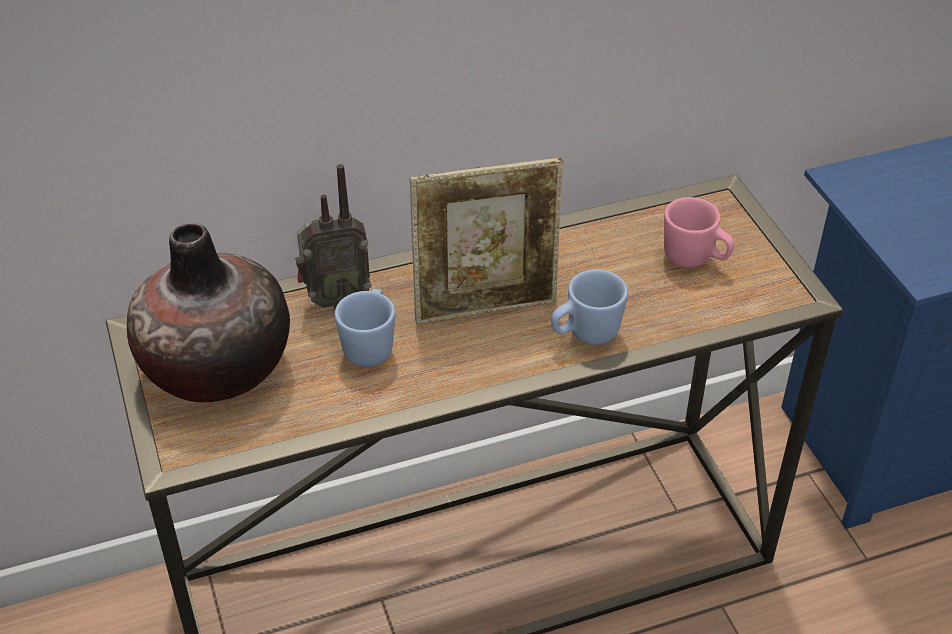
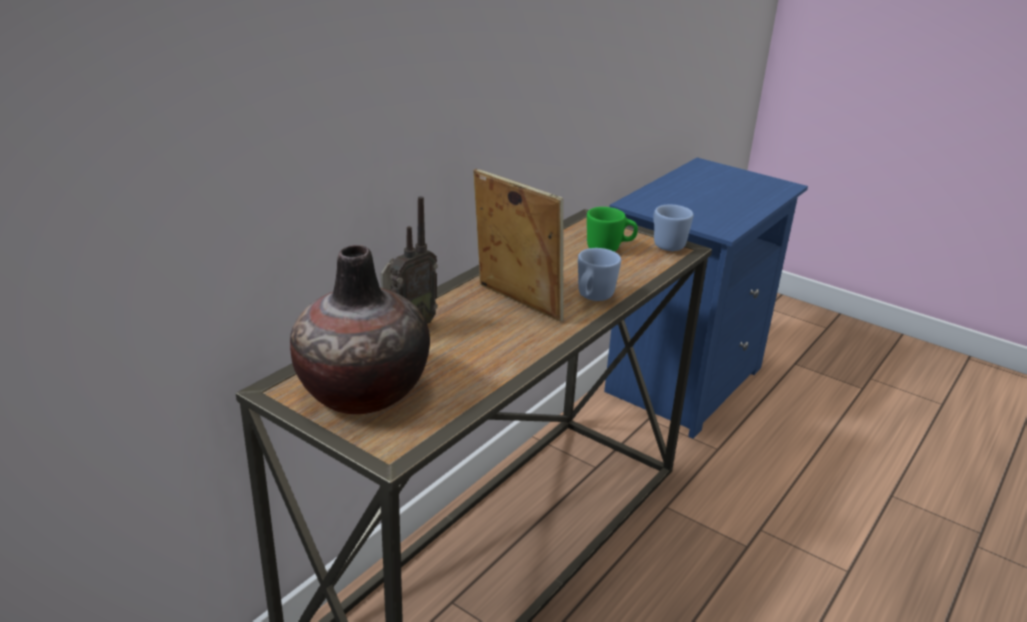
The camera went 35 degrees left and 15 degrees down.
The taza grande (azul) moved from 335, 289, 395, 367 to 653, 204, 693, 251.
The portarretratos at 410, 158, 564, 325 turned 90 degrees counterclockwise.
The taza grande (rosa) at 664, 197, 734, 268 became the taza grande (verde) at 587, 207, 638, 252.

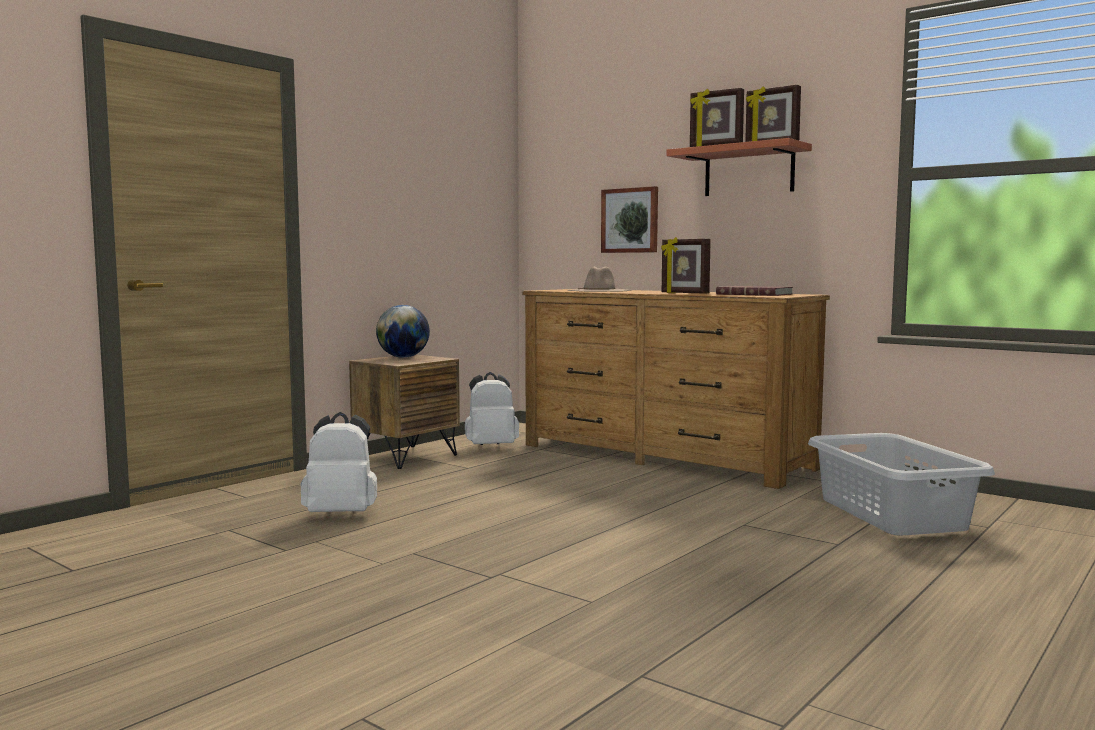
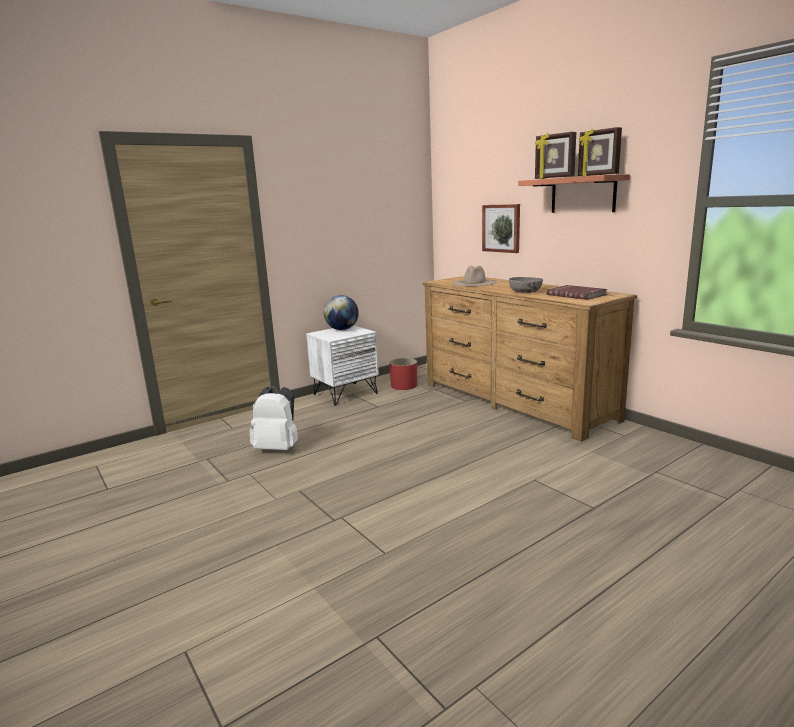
The camera went 15 degrees right and 10 degrees up.
The mesita de noche (marrón) at 349, 355, 460, 469 became the mesita de noche (blanco) at 306, 325, 379, 406.
The mochila (blanco) at 465, 372, 519, 445 was replaced by the maceta (rojo) at 389, 358, 417, 390.
The portarretratos at 661, 237, 711, 294 was replaced by the cuenco (gris) at 509, 277, 543, 293.
The cesto de la ropa (gris) at 808, 433, 995, 536 disappeared.

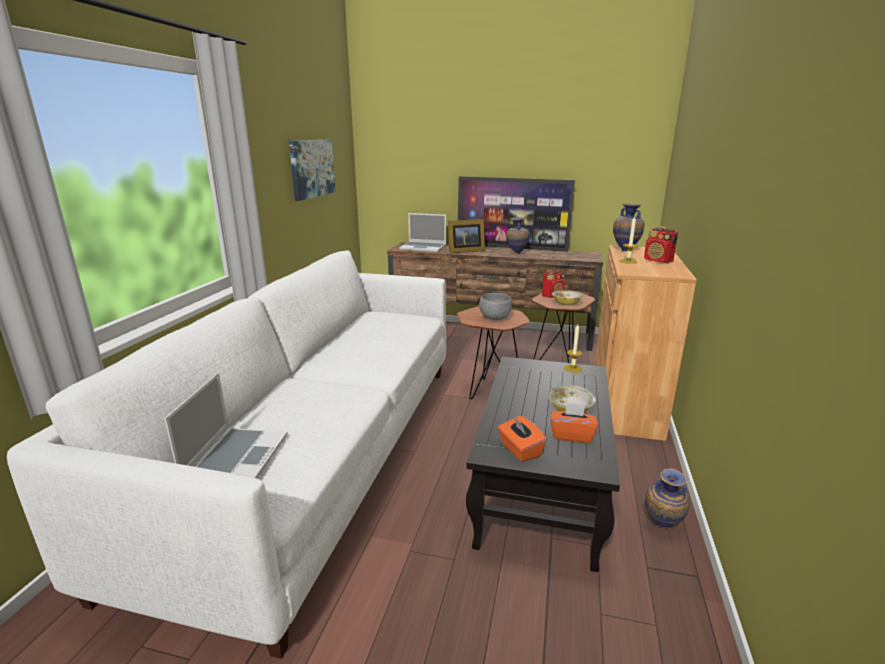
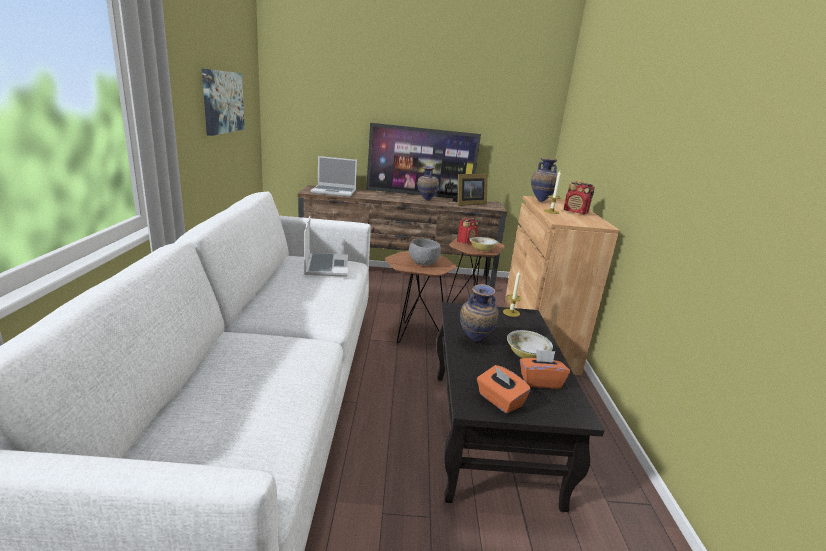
The camera went 15 degrees left and 0 degrees up.
The portátil moved from 164, 373, 287, 478 to 304, 216, 348, 276.
The portarretratos moved from 448, 219, 485, 253 to 452, 174, 488, 206.
The florero moved from 645, 468, 690, 527 to 460, 284, 498, 341.

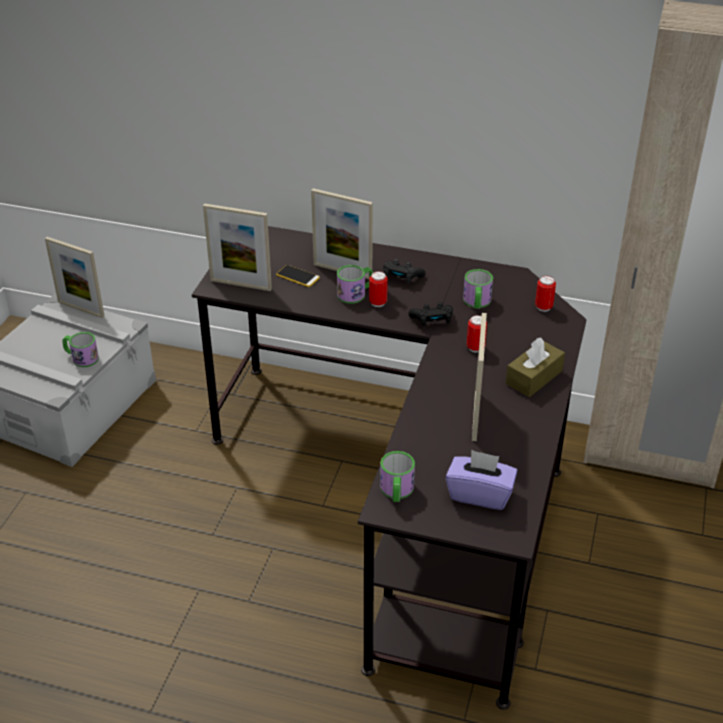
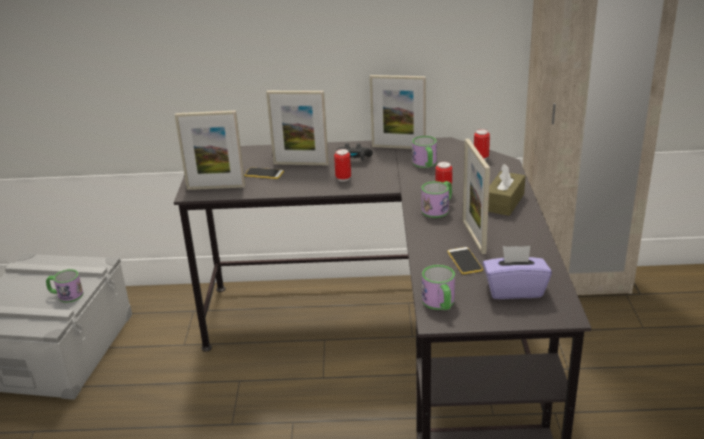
The camera went 15 degrees left and 10 degrees down.
The portarretratos moved from 45, 237, 104, 318 to 370, 75, 426, 149.
The taza grande moved from 337, 265, 373, 304 to 421, 181, 452, 218.
The mando de consola (negro) at 408, 302, 453, 327 disappeared.
The móvil at 447, 247, 483, 274 appeared.

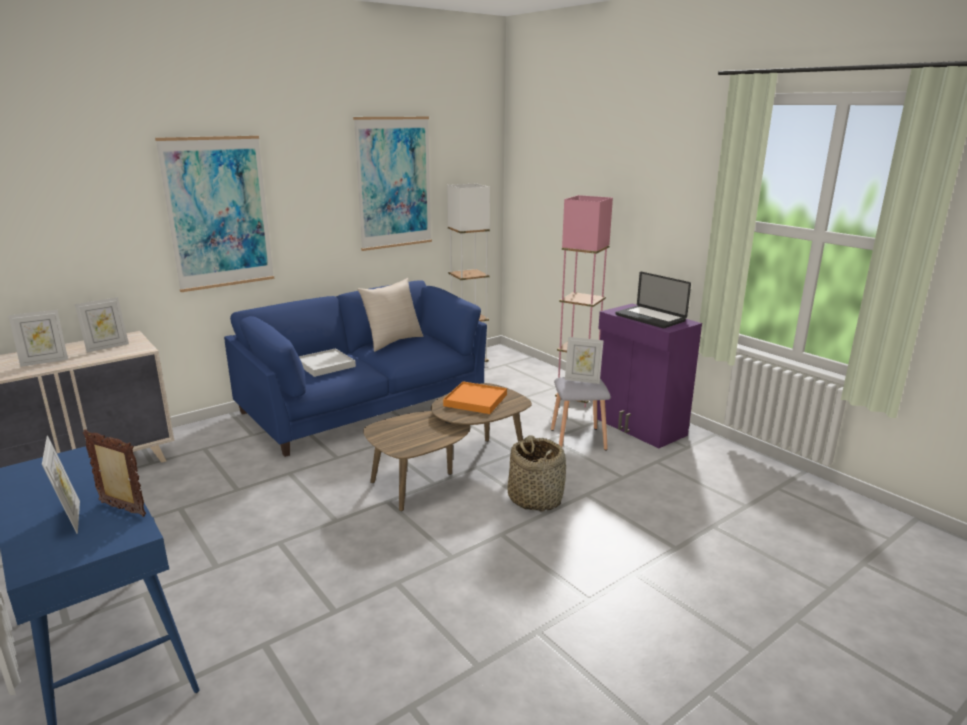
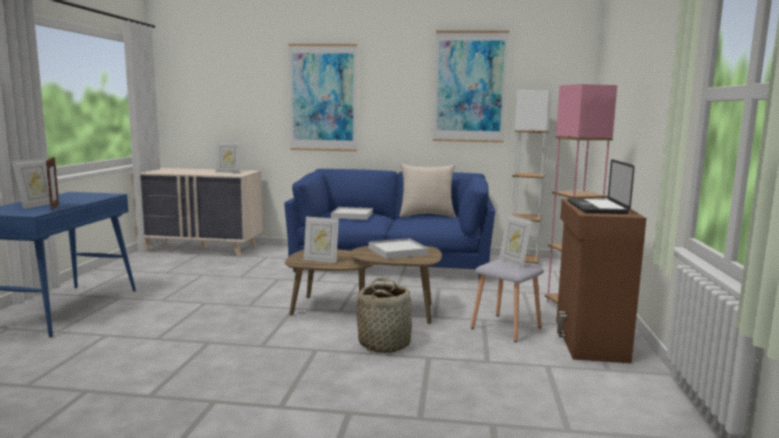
The camera went 45 degrees right and 10 degrees down.
The portarretratos moved from 8, 310, 68, 367 to 304, 216, 339, 263.
The bandeja (naranja) at 443, 381, 507, 414 became the bandeja (blanco) at 369, 238, 429, 259.
The armario (morado) at 597, 303, 702, 448 became the armario (marrón) at 556, 199, 647, 364.

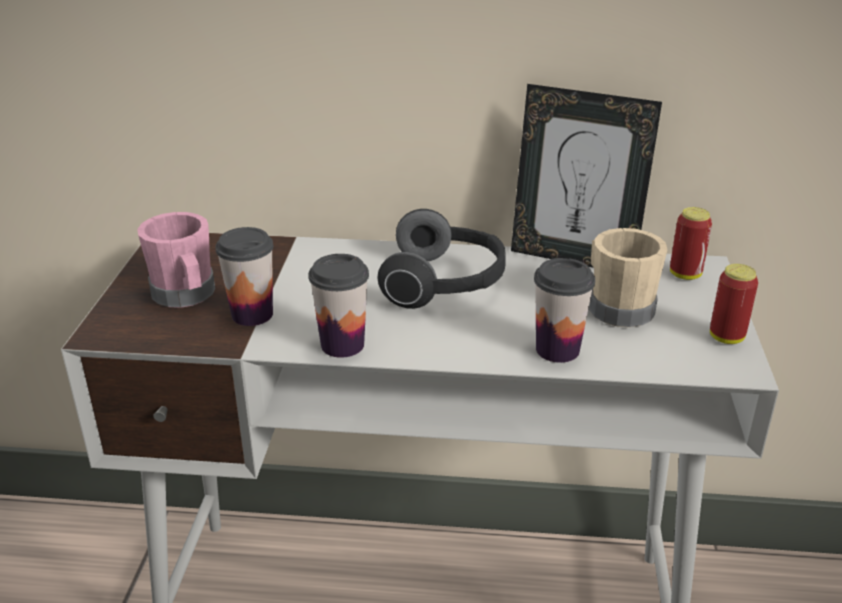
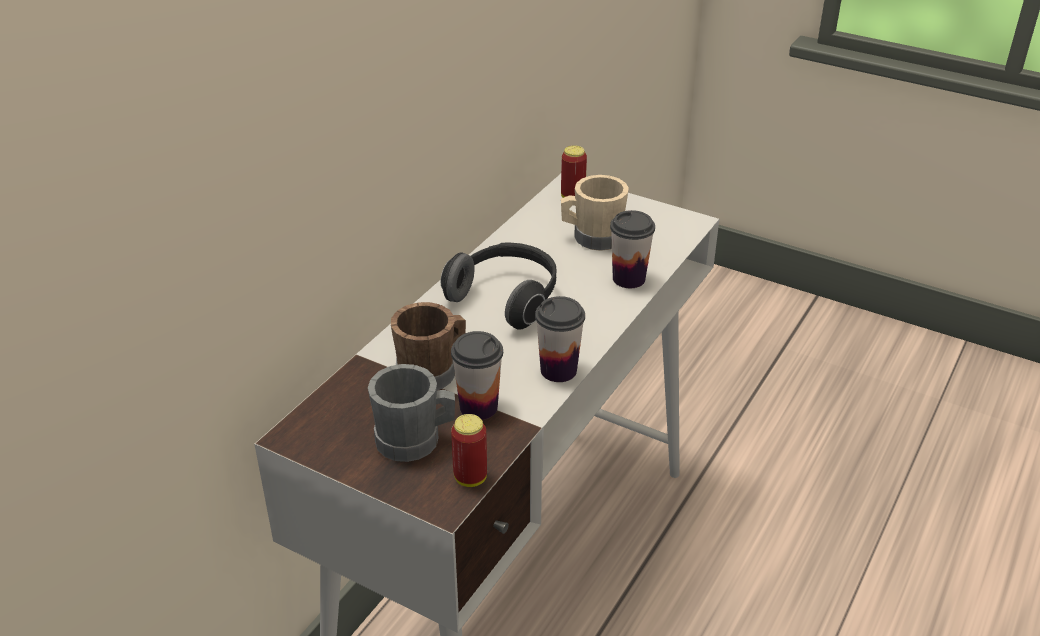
The camera went 65 degrees left and 5 degrees up.
The taza grande (rosa) at 137, 212, 215, 308 became the taza grande (gris) at 368, 364, 455, 462.
The portarretratos at 511, 84, 662, 268 disappeared.
The lata moved from 710, 264, 758, 344 to 451, 414, 487, 487.
The taza grande (marrón) at 391, 302, 466, 390 appeared.

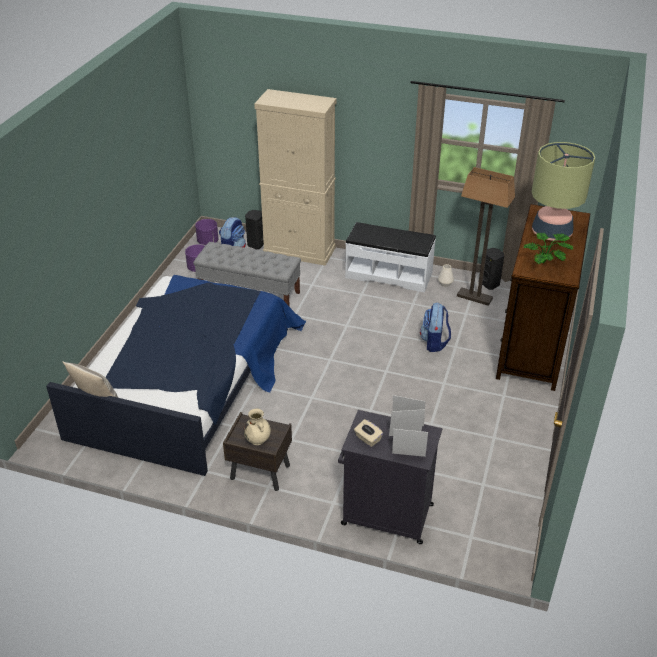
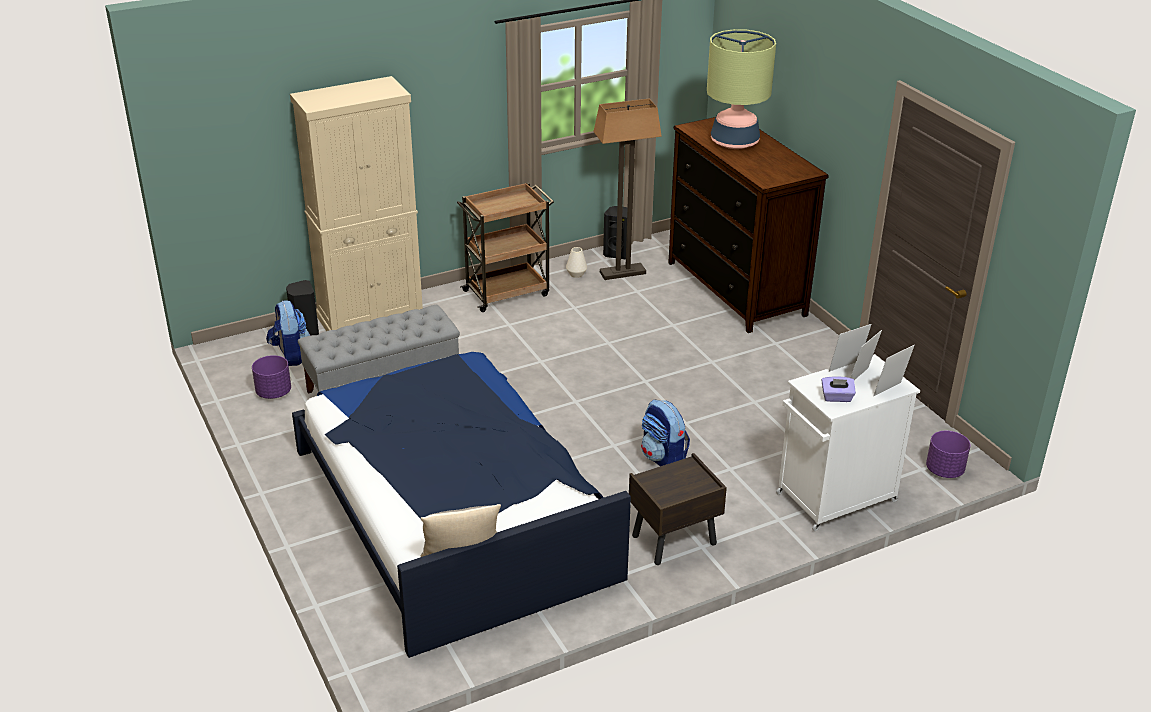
The camera went 45 degrees left and 5 degrees down.
The maceta (morado) moved from 195, 219, 219, 245 to 926, 431, 971, 478.
The florero (beis) at 244, 408, 271, 445 disappeared.
The armario (negro) at 338, 410, 442, 544 became the armario (blanco) at 776, 354, 920, 531.
The banco (blanco) at 345, 222, 436, 293 was replaced by the carrito (marrón) at 457, 183, 554, 312.
The caja de pañuelos (beis) at 354, 419, 383, 447 became the caja de pañuelos (morado) at 821, 376, 856, 402.
The mochila moved from 420, 303, 451, 352 to 641, 399, 690, 466.
The planta en maceta at 523, 232, 573, 264 disappeared.

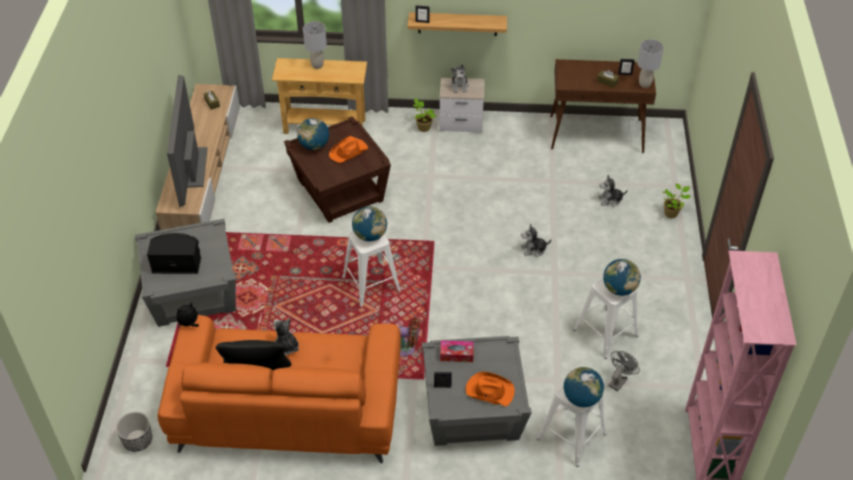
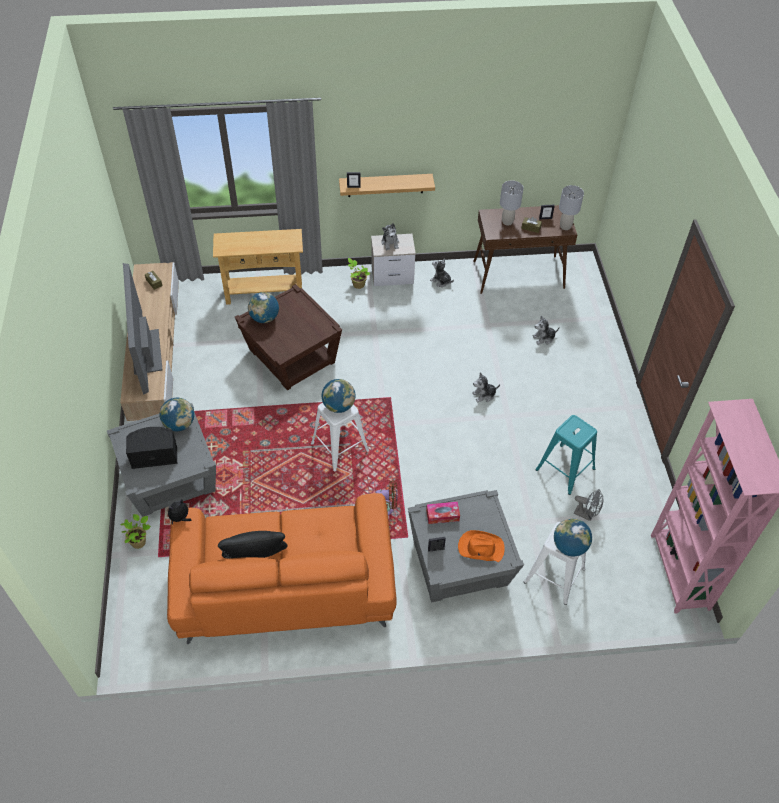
The camera went 10 degrees left and 5 degrees up.
The maceta at 116, 412, 152, 452 disappeared.
The peluche moved from 273, 317, 299, 355 to 430, 258, 454, 287.
The lámpara de mesa (gris) moved from 303, 21, 327, 69 to 500, 181, 524, 226.
The sombrero (naranja) at 329, 136, 368, 163 disappeared.
The taburete (blanco) at 573, 278, 639, 359 became the taburete (turquesa) at 535, 415, 597, 495.
The globo terráqueo moved from 603, 259, 641, 296 to 160, 398, 194, 431.
The ventilador (gris) at 608, 351, 640, 391 turned 90 degrees clockwise.
The planta en maceta moved from 663, 184, 691, 218 to 120, 514, 151, 549.

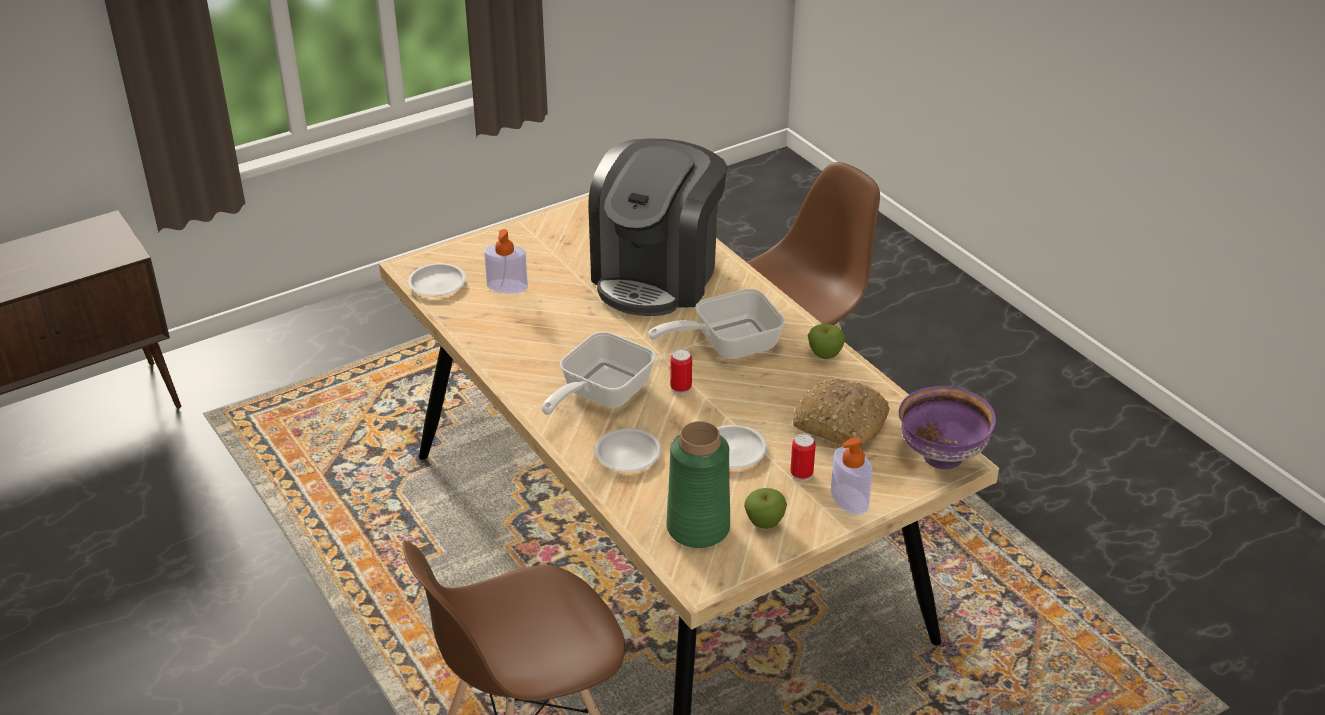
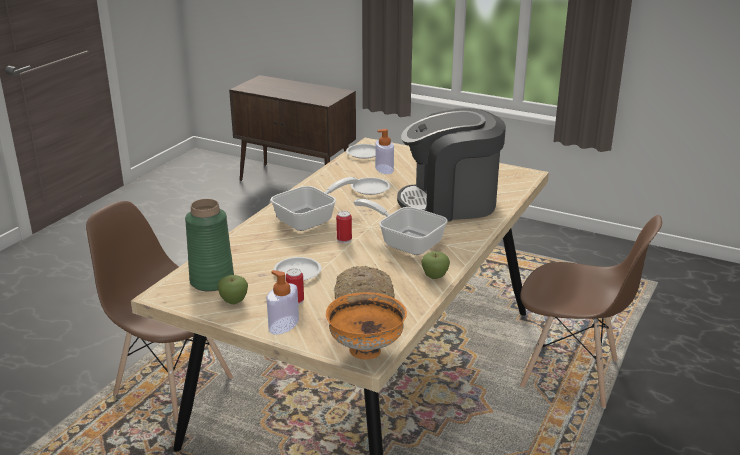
The camera went 60 degrees right and 10 degrees down.
The sartén at 541, 332, 656, 415 turned 135 degrees clockwise.
The plato (blanco) moved from 595, 428, 661, 472 to 351, 177, 390, 195.
The cuenco (morado) at 899, 386, 996, 469 became the cuenco (naranja) at 326, 292, 407, 359.

